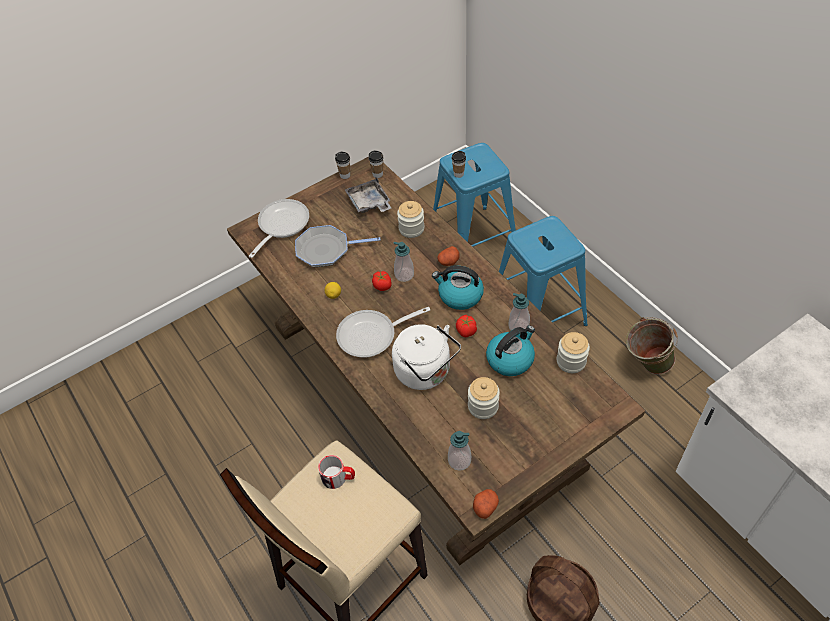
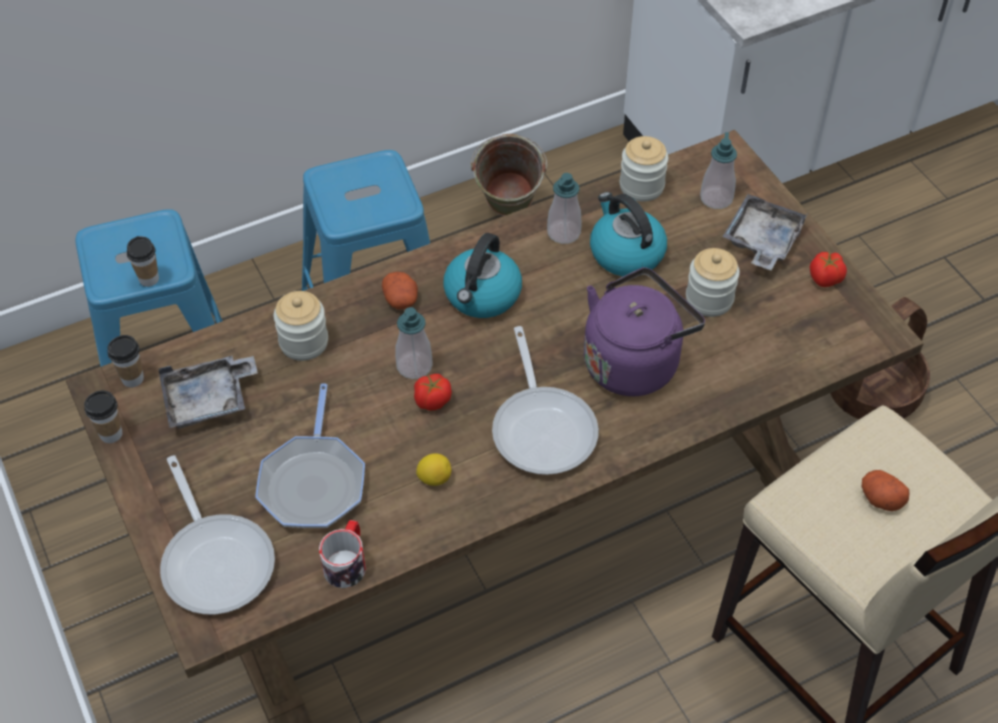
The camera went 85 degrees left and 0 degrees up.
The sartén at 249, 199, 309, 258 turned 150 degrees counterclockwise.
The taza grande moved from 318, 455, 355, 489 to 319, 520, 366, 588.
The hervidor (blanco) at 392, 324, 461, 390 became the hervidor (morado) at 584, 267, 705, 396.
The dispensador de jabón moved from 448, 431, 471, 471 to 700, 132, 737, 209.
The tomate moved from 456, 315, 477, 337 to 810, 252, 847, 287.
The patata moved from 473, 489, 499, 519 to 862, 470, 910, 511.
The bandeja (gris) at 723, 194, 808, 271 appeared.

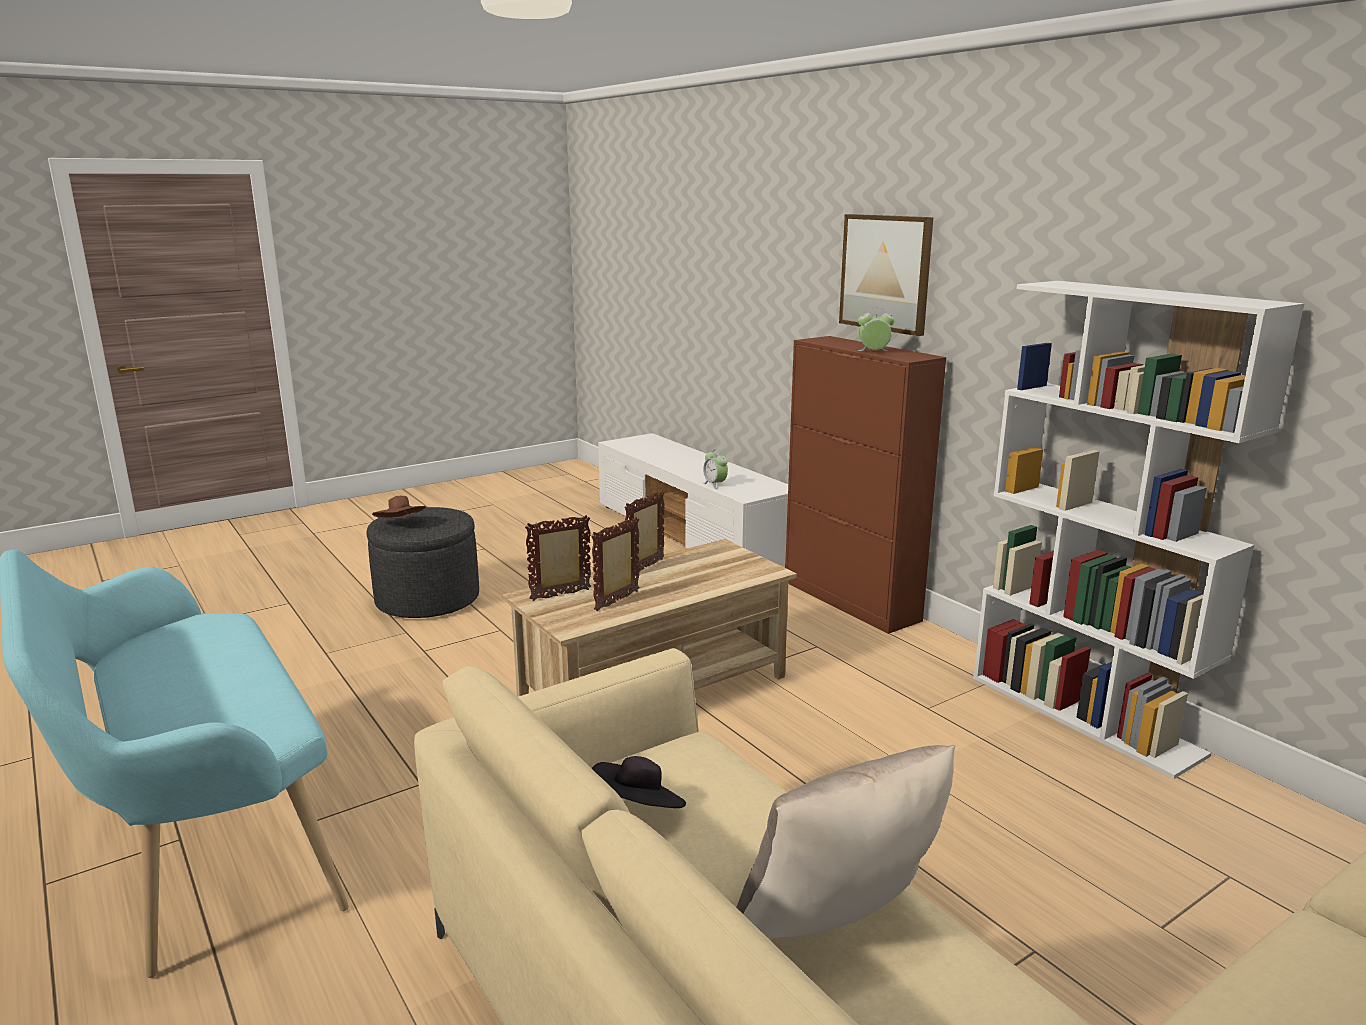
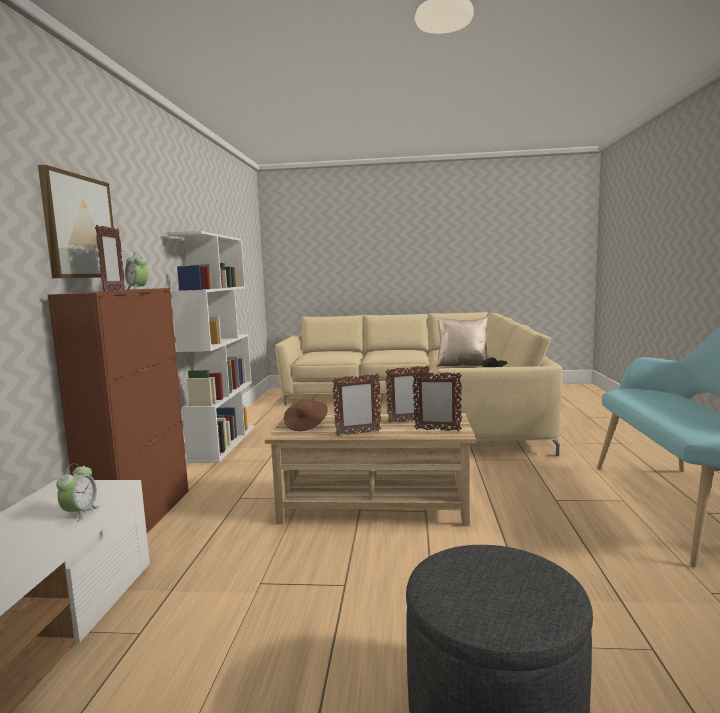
The camera went 140 degrees left and 10 degrees down.
The sombrero (marrón) moved from 372, 496, 426, 519 to 284, 399, 328, 431.
The portarretratos at 95, 225, 125, 291 appeared.

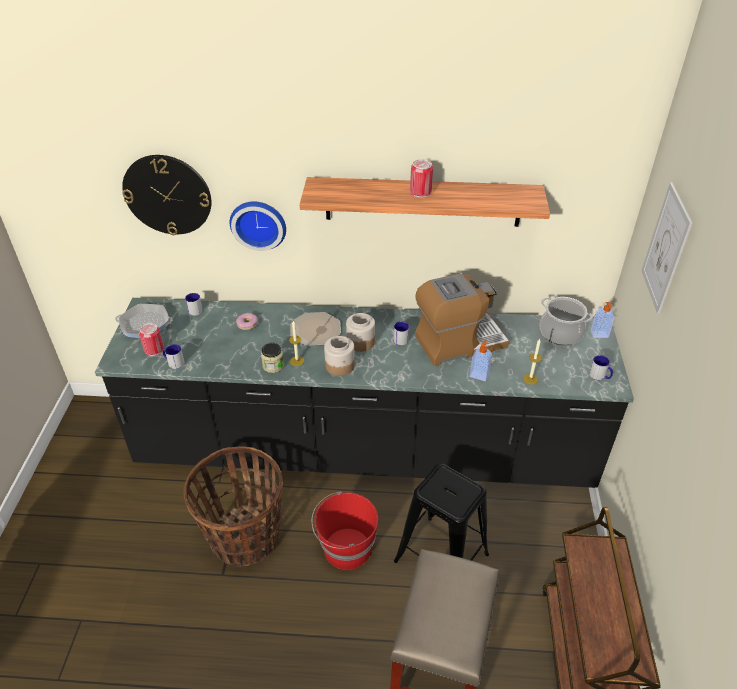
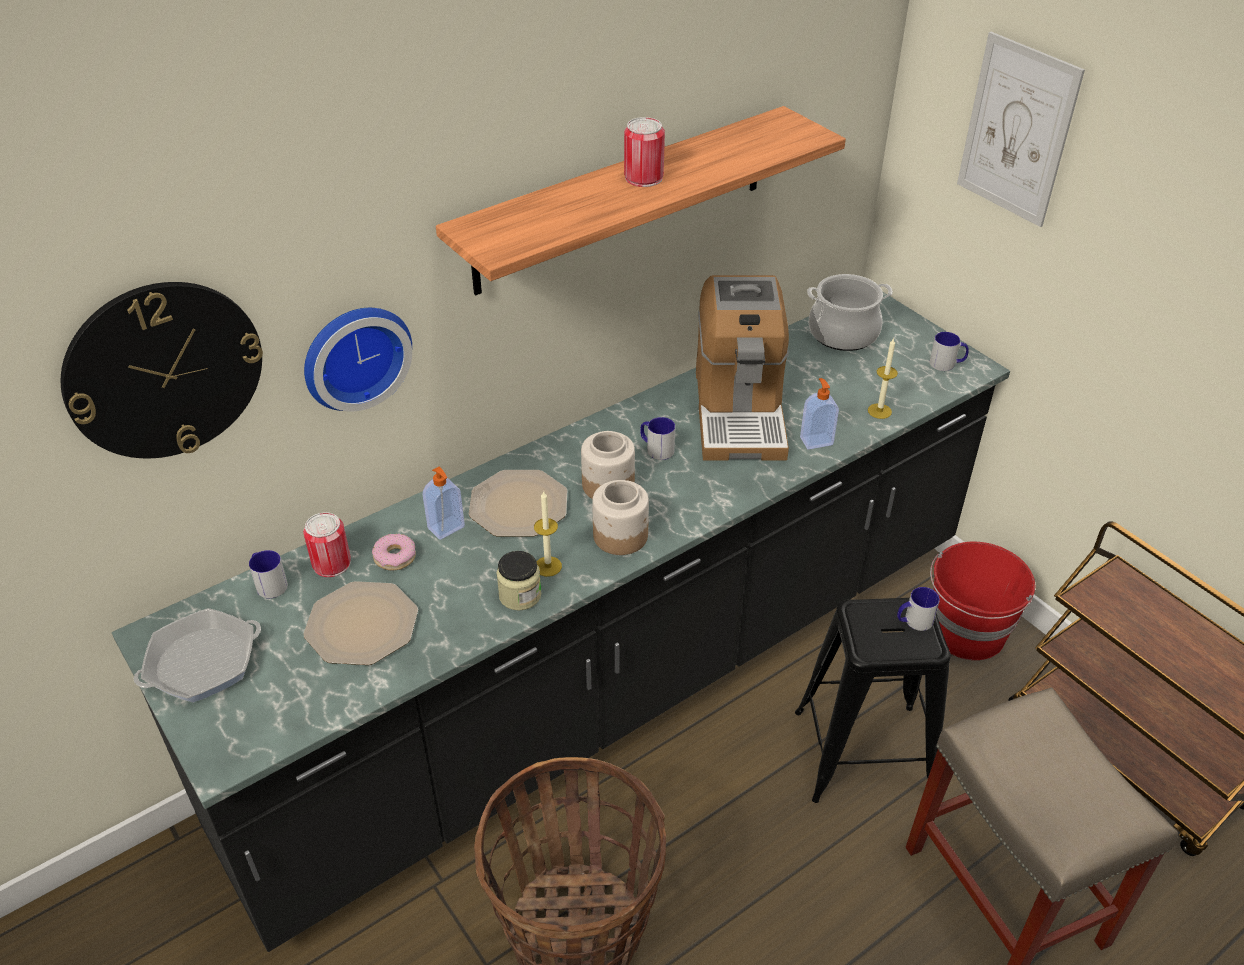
The camera went 40 degrees left and 0 degrees up.
The lata moved from 139, 323, 164, 356 to 303, 512, 351, 577.
The taza grande moved from 162, 344, 184, 369 to 897, 587, 940, 631.
The cubo (rojo) moved from 312, 491, 379, 570 to 930, 542, 1035, 660.
The cafetera at 415, 273, 509, 366 turned 150 degrees clockwise.
The dispensador de jabón moved from 591, 302, 615, 338 to 422, 467, 465, 540.
The plato at 303, 581, 418, 665 appeared.

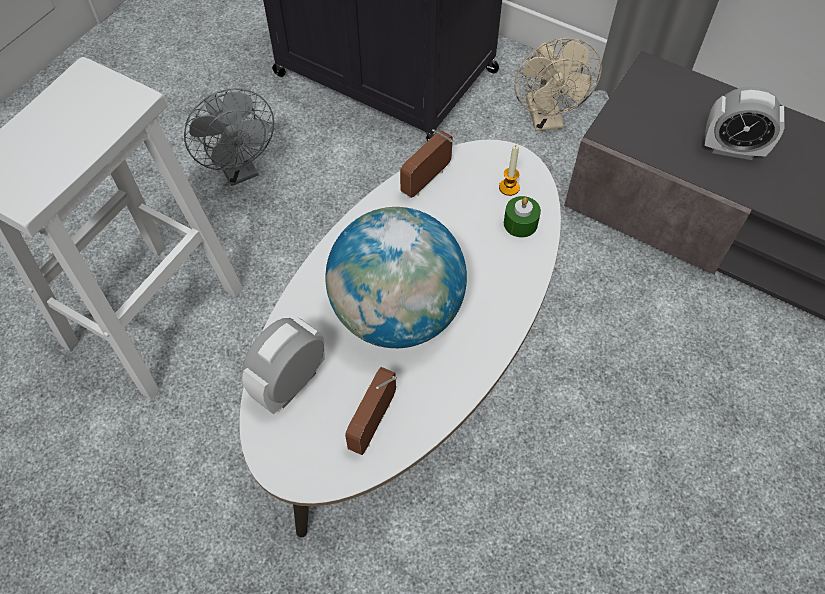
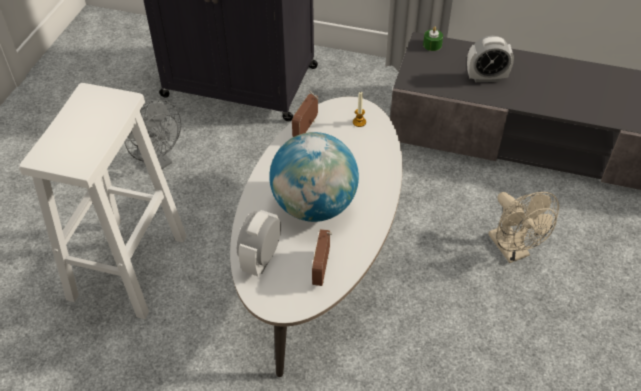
The camera went 15 degrees left and 10 degrees down.
The vela (verde) moved from 504, 196, 541, 238 to 423, 27, 443, 51.
The ventilador (beis) moved from 514, 38, 602, 131 to 488, 192, 559, 263.

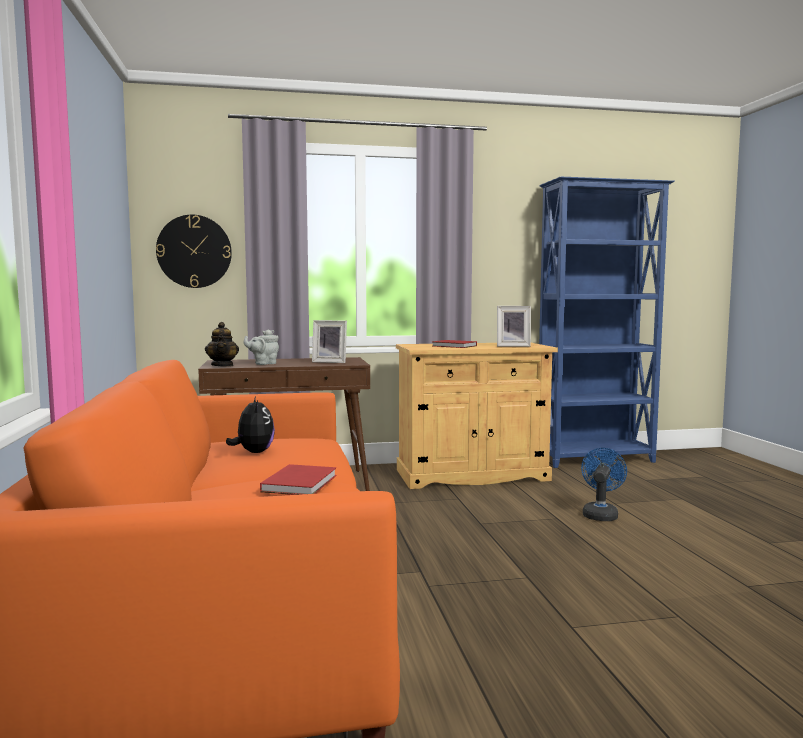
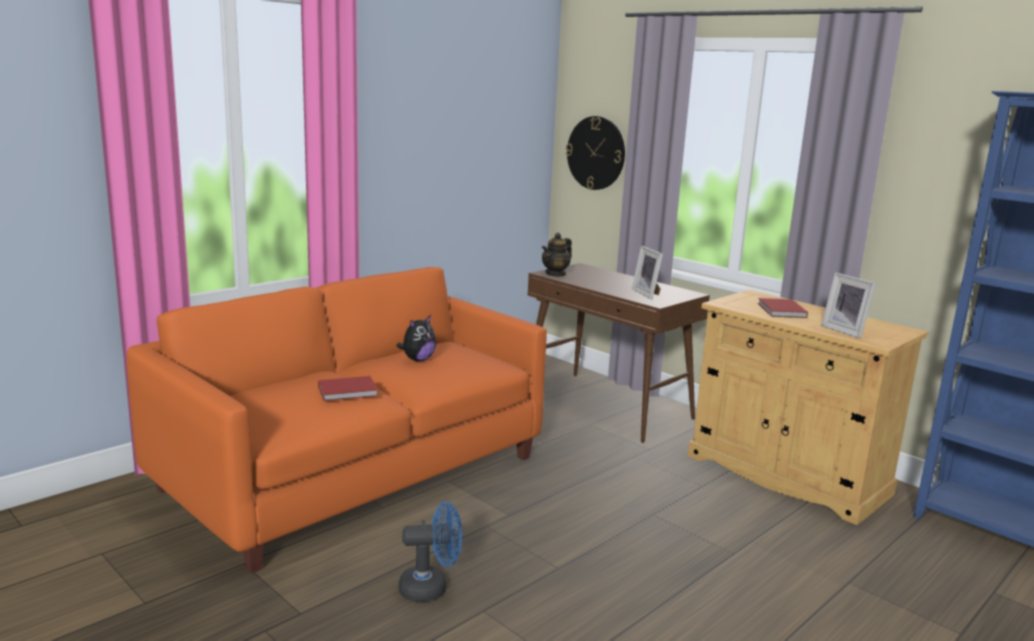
The camera went 55 degrees right and 10 degrees up.
The tetera (gris) at 244, 330, 279, 365 disappeared.
The ventilador (azul) moved from 581, 448, 627, 521 to 399, 502, 462, 602.

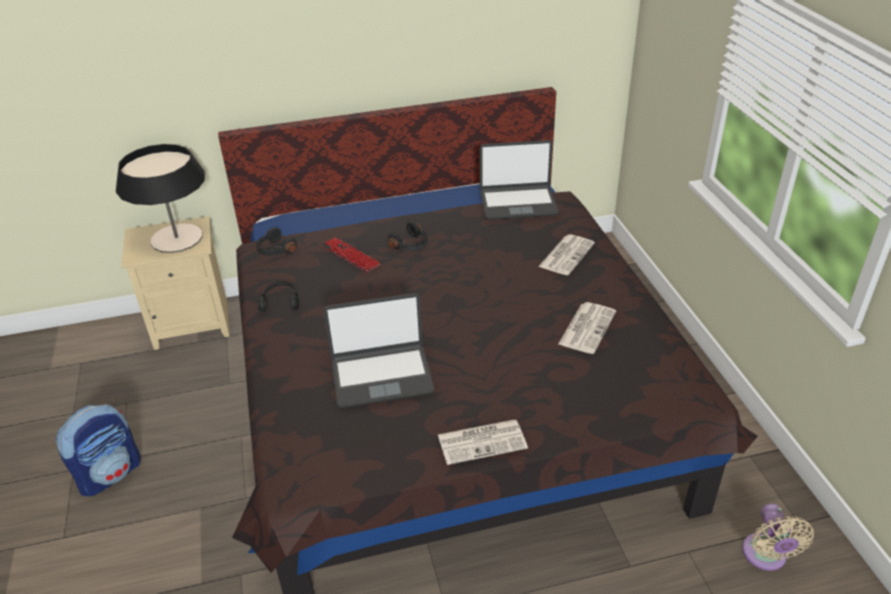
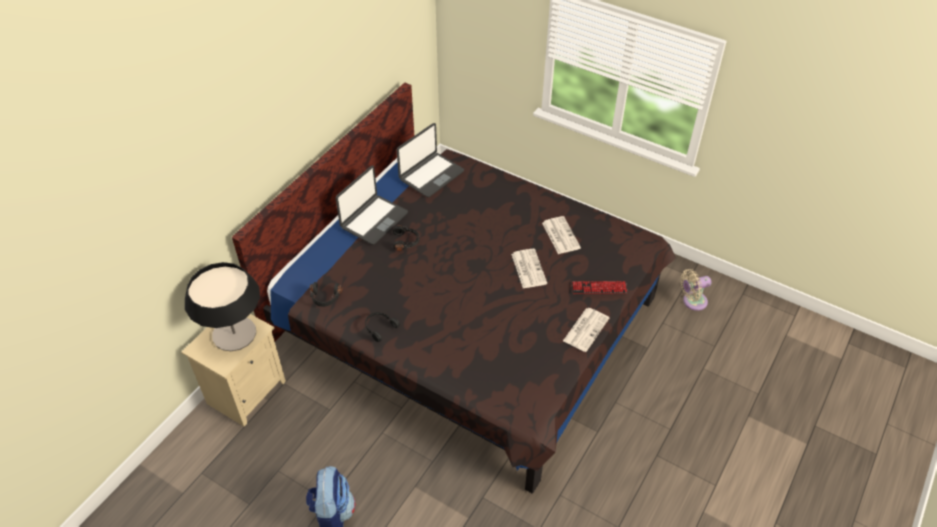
The camera went 45 degrees left and 10 degrees up.
The teclado moved from 321, 237, 382, 273 to 571, 281, 628, 294.
The portátil moved from 324, 293, 434, 408 to 335, 166, 408, 245.
The periódico moved from 538, 234, 595, 275 to 511, 249, 547, 288.
The ventilador (beis) at 742, 504, 814, 571 turned 120 degrees clockwise.

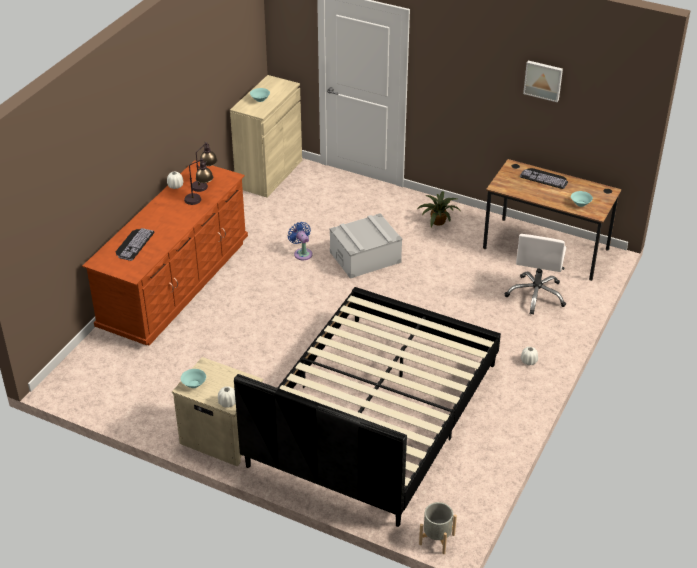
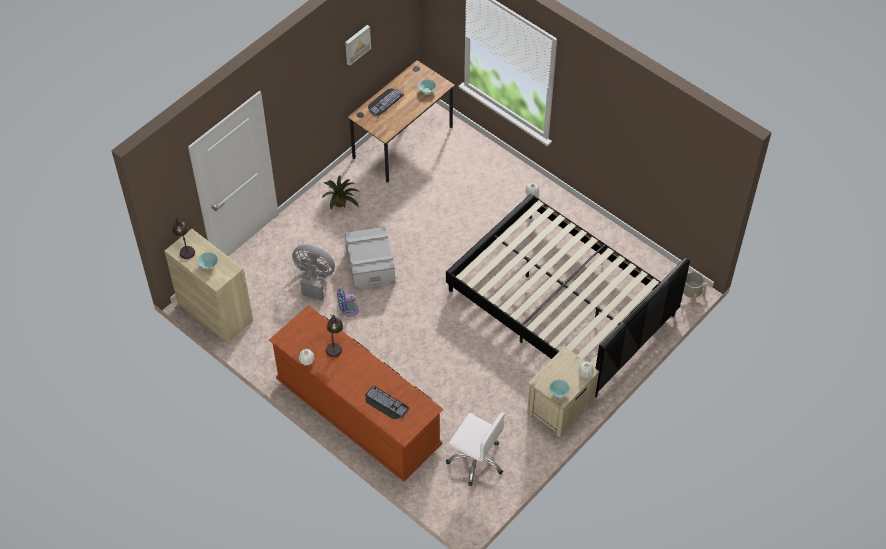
The camera went 75 degrees left and 15 degrees up.
The lámpara de mesa moved from 192, 141, 217, 192 to 172, 217, 195, 259.
The silla de oficina (blanco) moved from 504, 234, 566, 315 to 446, 412, 505, 486.
The ventilador (gris) at 292, 244, 335, 301 appeared.

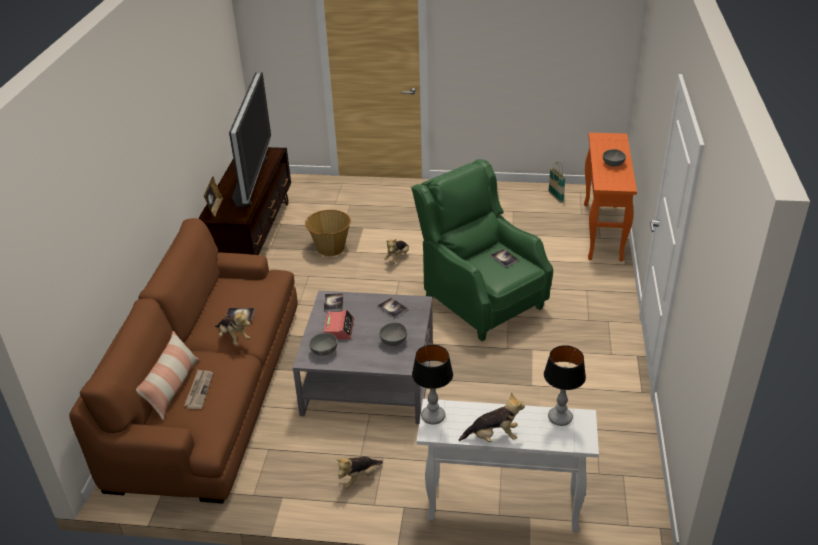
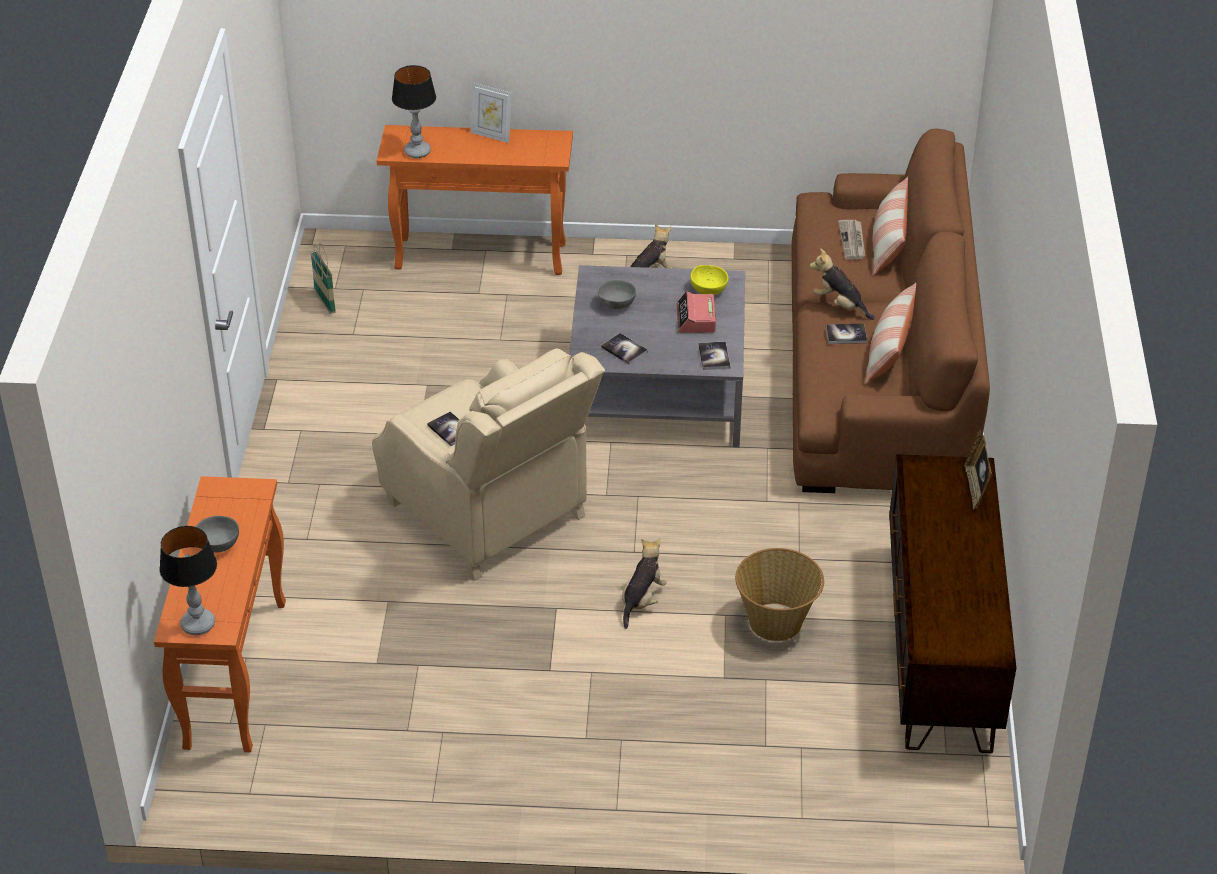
The camera went 175 degrees right and 5 degrees up.
The televisor at 229, 72, 271, 207 disappeared.
The cuenco (gris) at 309, 333, 337, 356 became the cuenco (amarillo) at 690, 265, 728, 295.
The sillón (verde) at 411, 159, 553, 341 became the sillón (beis) at 372, 348, 605, 581.
The lámpara de mesa moved from 412, 344, 453, 424 to 159, 526, 217, 635.
The mesa consola (blanco) at 417, 399, 599, 533 became the mesa consola (naranja) at 377, 125, 573, 275.
The peluche at 459, 392, 525, 443 was replaced by the portarretratos at 471, 83, 512, 143.
The cesta moved from 548, 162, 566, 203 to 311, 243, 336, 314.
The cojín at 864, 283, 916, 385 appeared.

